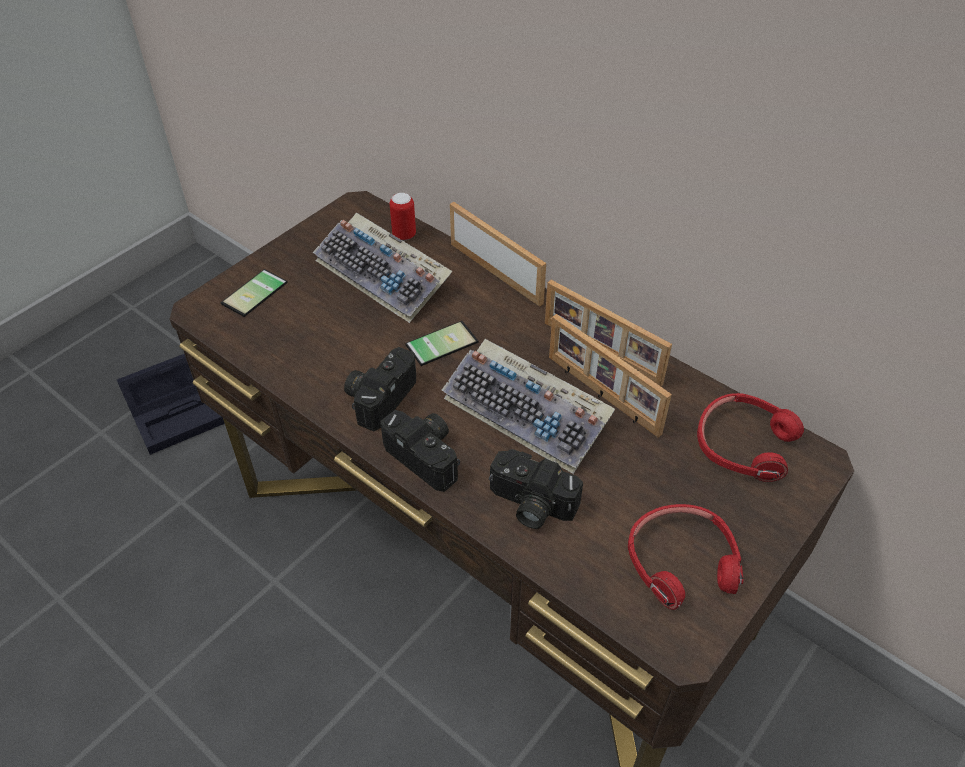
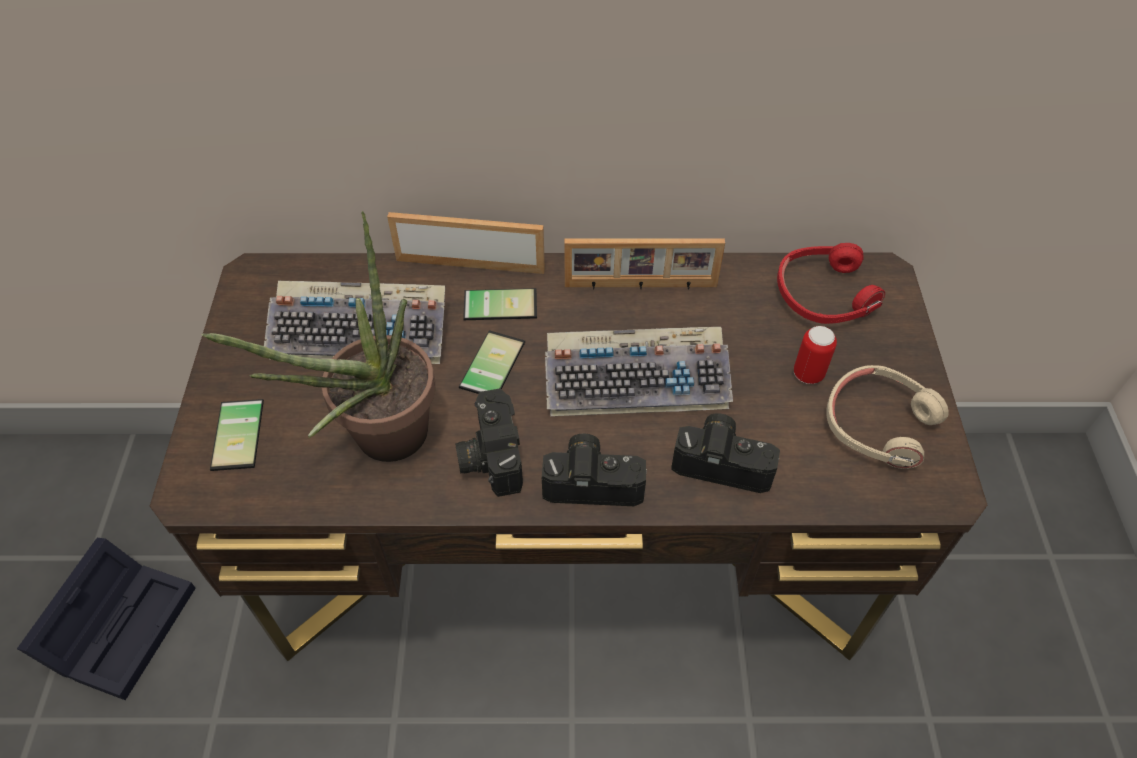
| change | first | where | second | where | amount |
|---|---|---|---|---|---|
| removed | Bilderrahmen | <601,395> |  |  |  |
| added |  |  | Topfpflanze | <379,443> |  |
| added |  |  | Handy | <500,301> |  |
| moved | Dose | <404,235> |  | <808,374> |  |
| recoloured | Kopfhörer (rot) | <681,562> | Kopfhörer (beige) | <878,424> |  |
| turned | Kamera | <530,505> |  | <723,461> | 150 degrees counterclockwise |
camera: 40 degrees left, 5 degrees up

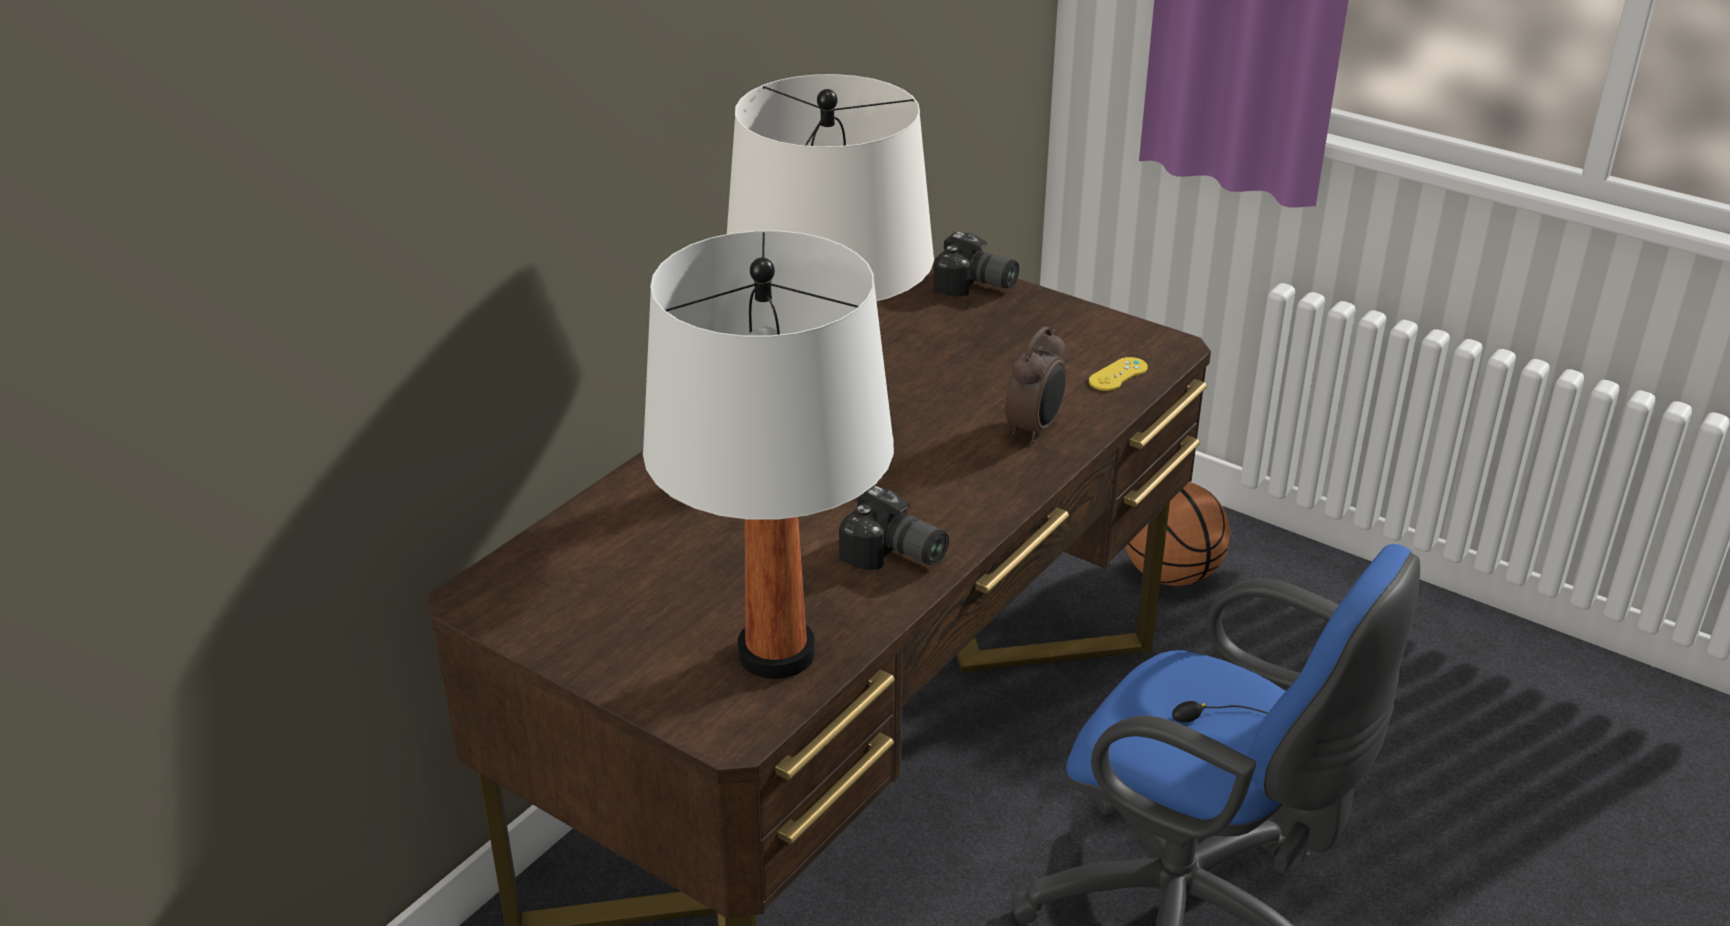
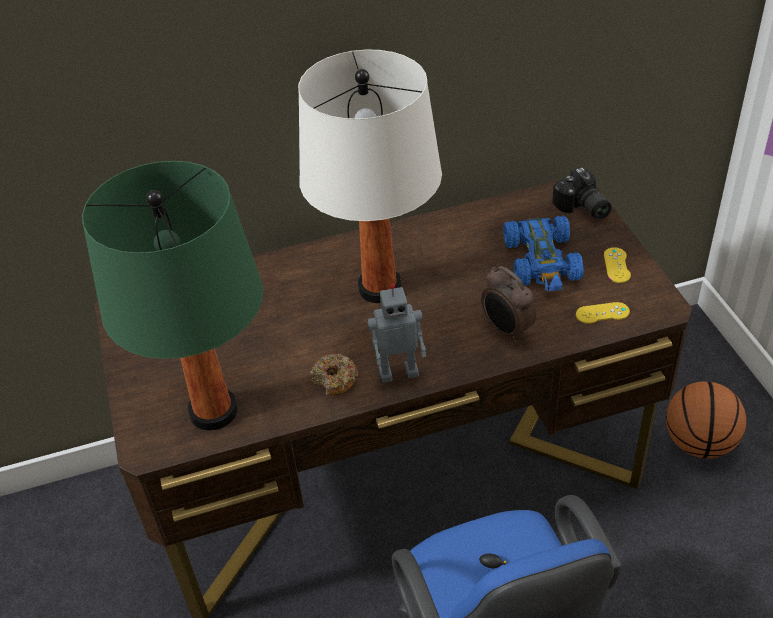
| change | first | where | second | where | amount |
|---|---|---|---|---|---|
| added |  |  | Spielzeugroboter | <398,371> |  |
| added |  |  | Spielzeugauto (blau) | <542,261> |  |
| added |  |  | Gamepad (gelb) | <617,265> |  |
| replaced | Kamera | <894,556> | Donut | <334,380> |  |
| recoloured | Tischlampe (weiß) | <776,653> | Tischlampe (grün) | <214,411> |  |
| turned | Wecker | <1035,429> |  | <506,330> | 75 degrees clockwise |
camera: 40 degrees right, 10 degrees up

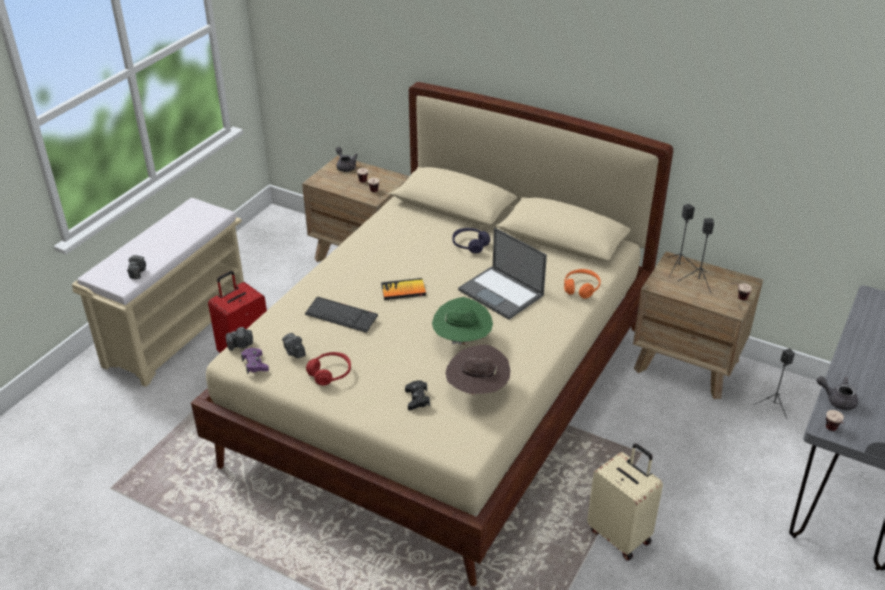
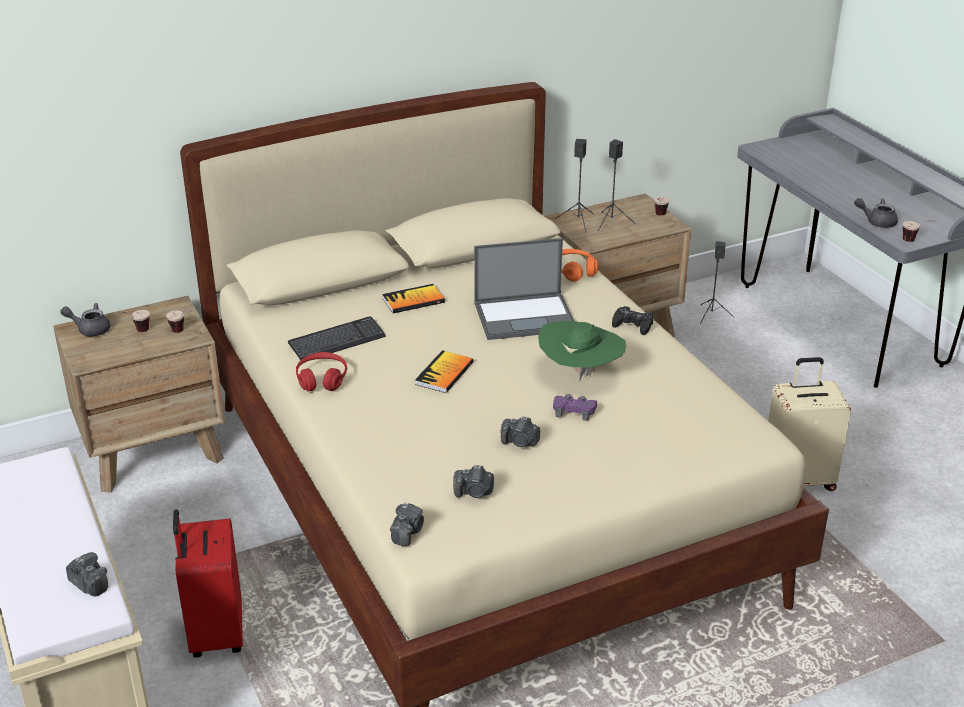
| change | first | where | second | where | amount |
|---|---|---|---|---|---|
| removed | Hut (braun) | <477,391> |  |  |  |
| added |  |  | Kamera | <520,442> |  |
| moved | Gamepad (lila) | <255,364> |  | <574,411> |  |
| moved | Tastatur | <341,316> |  | <337,341> |  |
| moved | Kopfhörer (rot) | <330,373> |  | <322,379> |  |
| moved | Gamepad (schwarz) | <417,399> |  | <633,325> |  |
| replaced | Kopfhörer (lila) | <470,245> | Buch | <413,300> |  |
| turned | Teekanne (grau) | <837,400> |  | <876,222> | 45 degrees clockwise |
camera: 55 degrees left, 5 degrees down

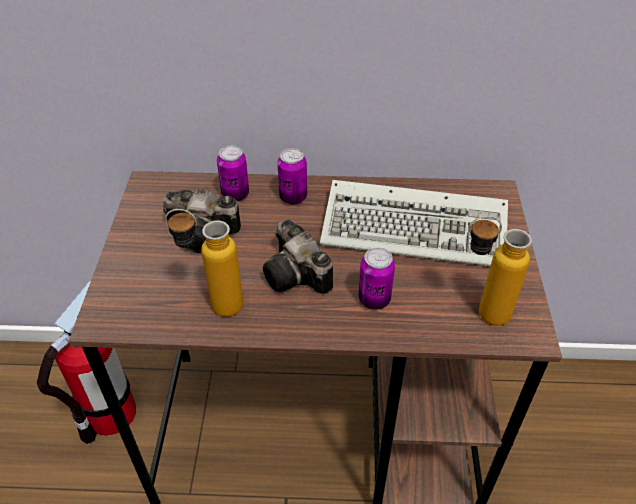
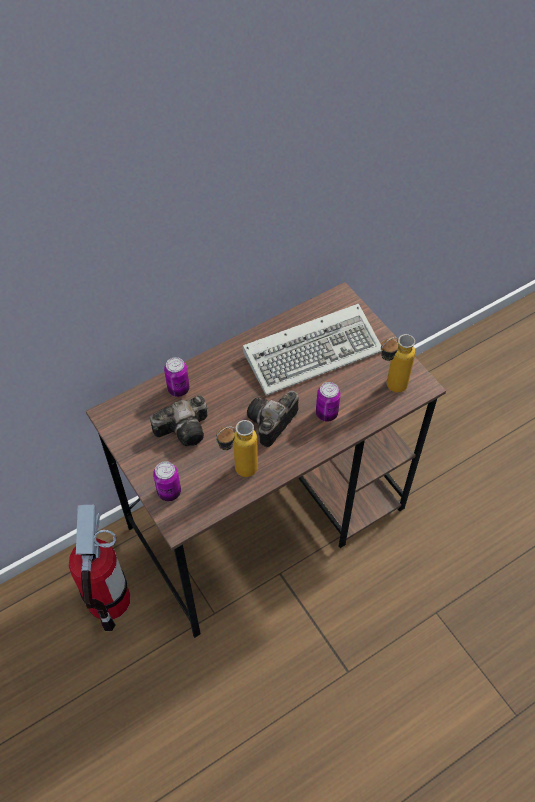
| change | first | where | second | where | amount |
|---|---|---|---|---|---|
| moved | Dose | <293,197> |  | <169,492> |  |
| turned | Kamera | <298,276> |  | <270,424> | 105 degrees clockwise |
camera: 35 degrees left, 10 degrees up

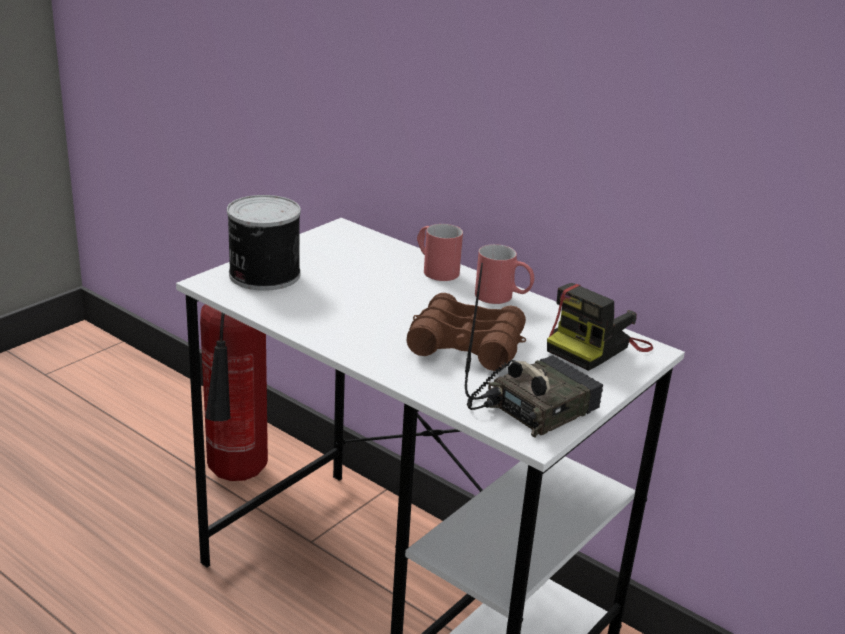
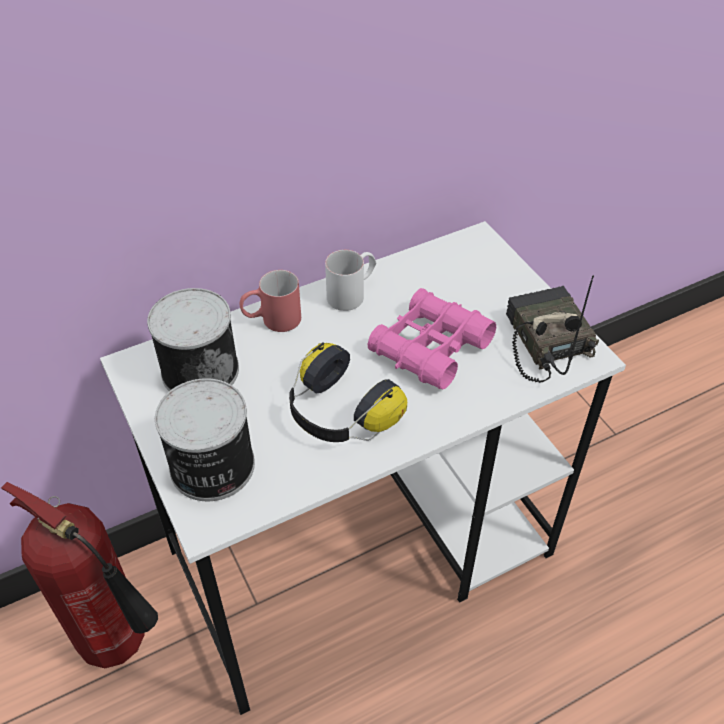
| change | first | where | second | where | amount |
|---|---|---|---|---|---|
| removed | Kamera | <596,347> |  |  |  |
| added |  |  | Dose | <199,369> |  |
| added |  |  | Kopfhörer | <339,413> |  |
| recoloured | Fernglas (braun) | <466,345> | Fernglas (rosa) | <430,348> |  |
| recoloured | Henkelbecher (rot) | <503,298> | Henkelbecher (weiß) | <352,293> |  |
camera: 65 degrees left, 20 degrees up

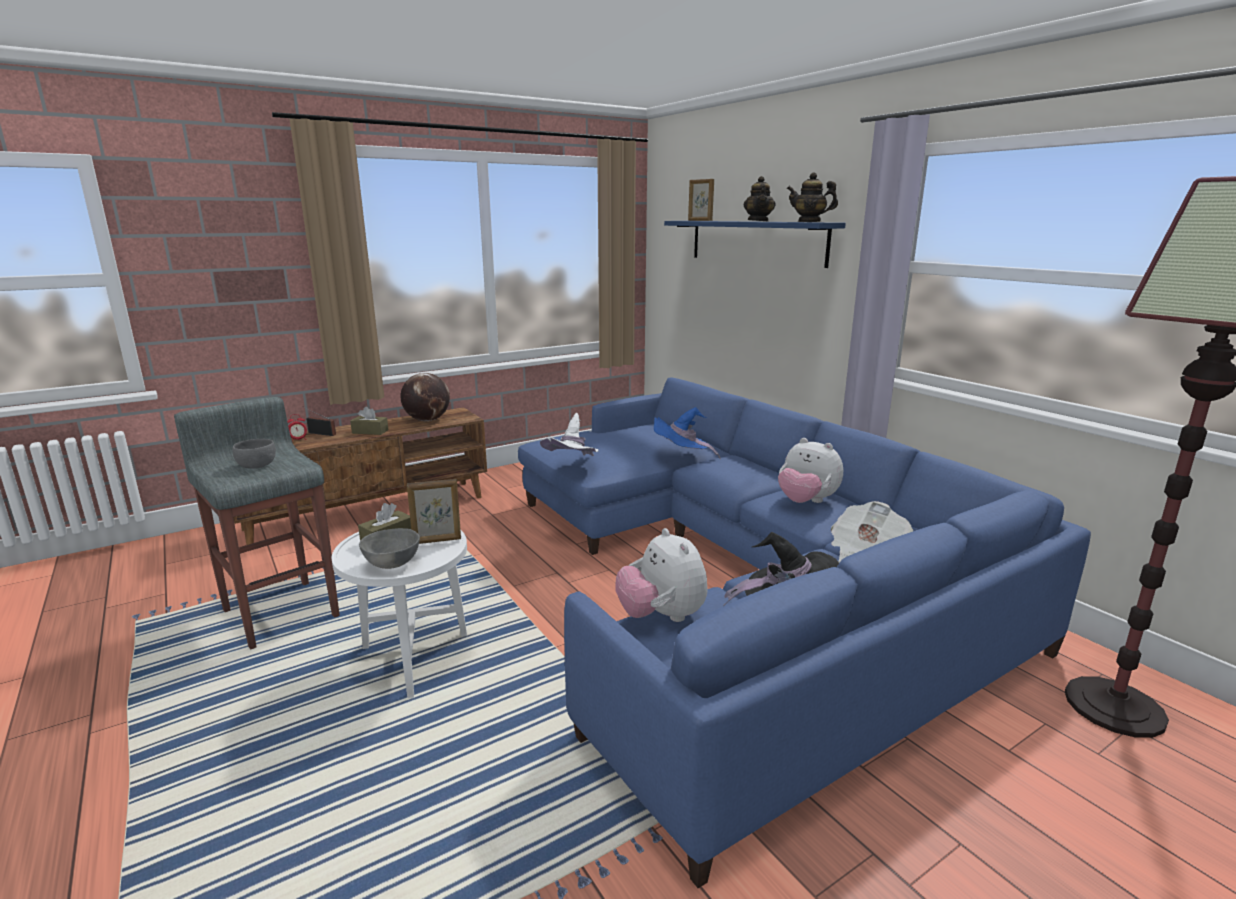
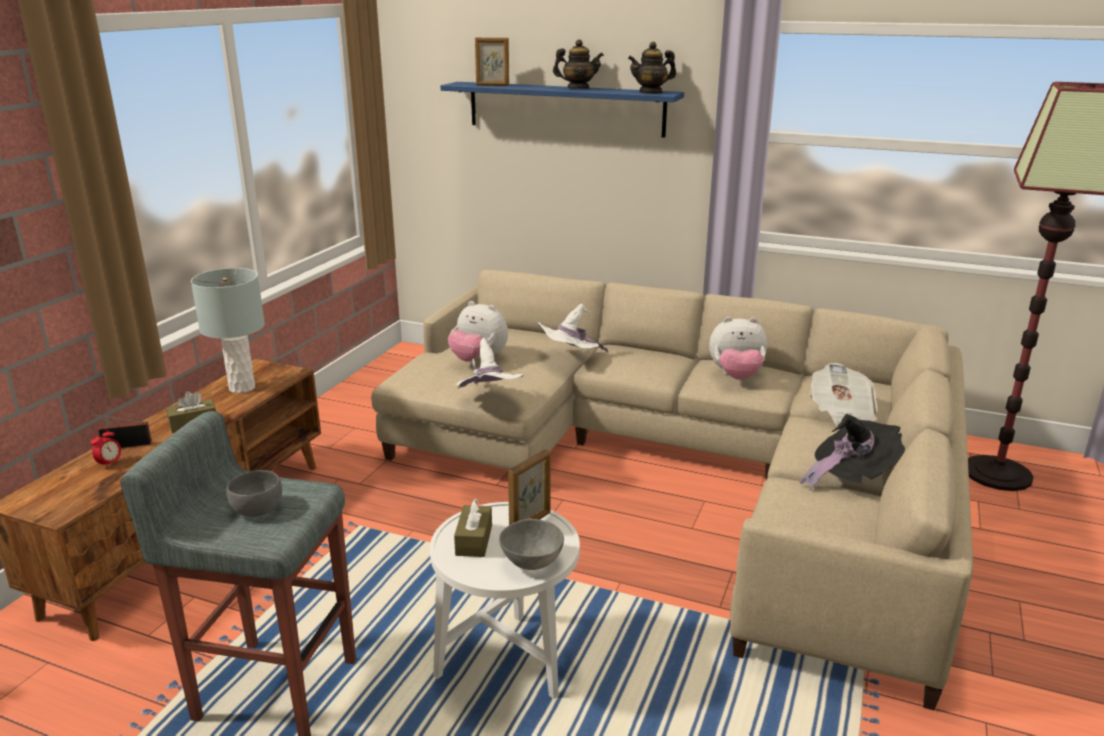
| change | first | where | second | where | amount |
|---|---|---|---|---|---|
| moved | Plüschtier | <661,616> |  | <478,360> |  |
| replaced | Globus | <427,420> | Tischlampe (grau) | <241,388> |  |
| recoloured | Sofa (blau) | <741,581> | Sofa (beige) | <685,469> |  |
| recoloured | Hut (blau) | <681,456> | Hut (weiß) | <570,359> |  |
| turned | Teekanne | <758,221> |  | <578,88> | 60 degrees counterclockwise |
camera: 35 degrees left, 5 degrees up

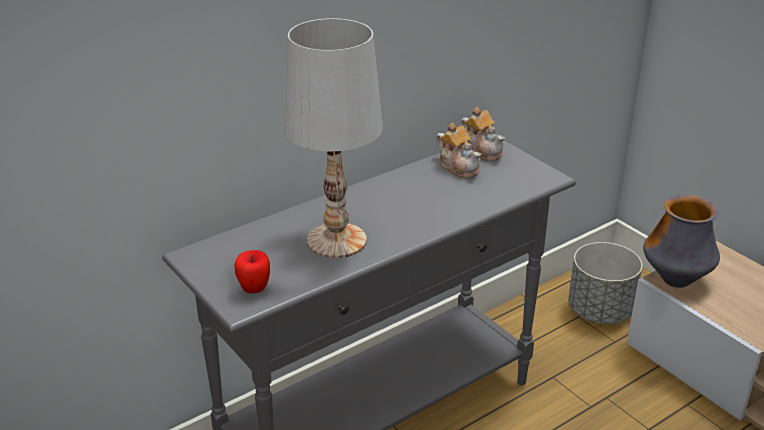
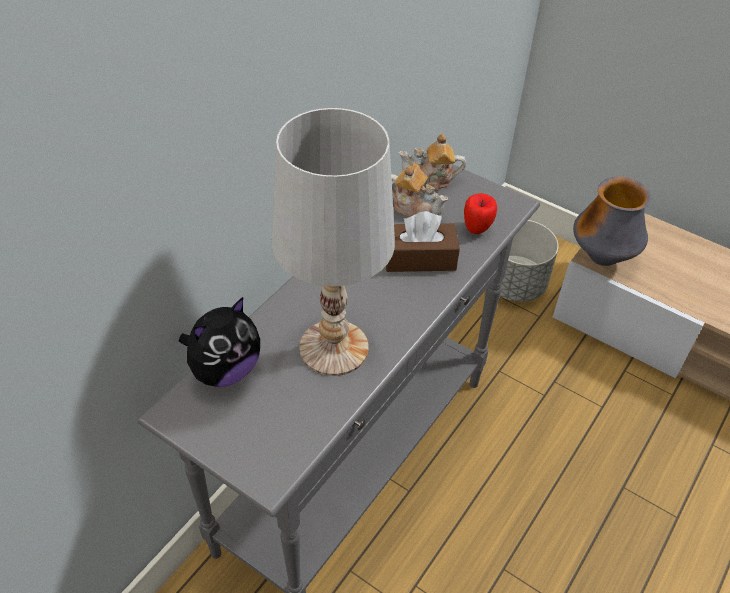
| change | first | where | second | where | amount |
|---|---|---|---|---|---|
| added |  |  | Plüschtier | <224,370> |  |
| added |  |  | Taschentuchbox (braun) | <419,258> |  |
| moved | Apfel | <254,290> |  | <476,230> |  |
| turned | Teekanne | <482,150> |  | <429,180> | 150 degrees clockwise |
camera: 20 degrees left, 15 degrees up

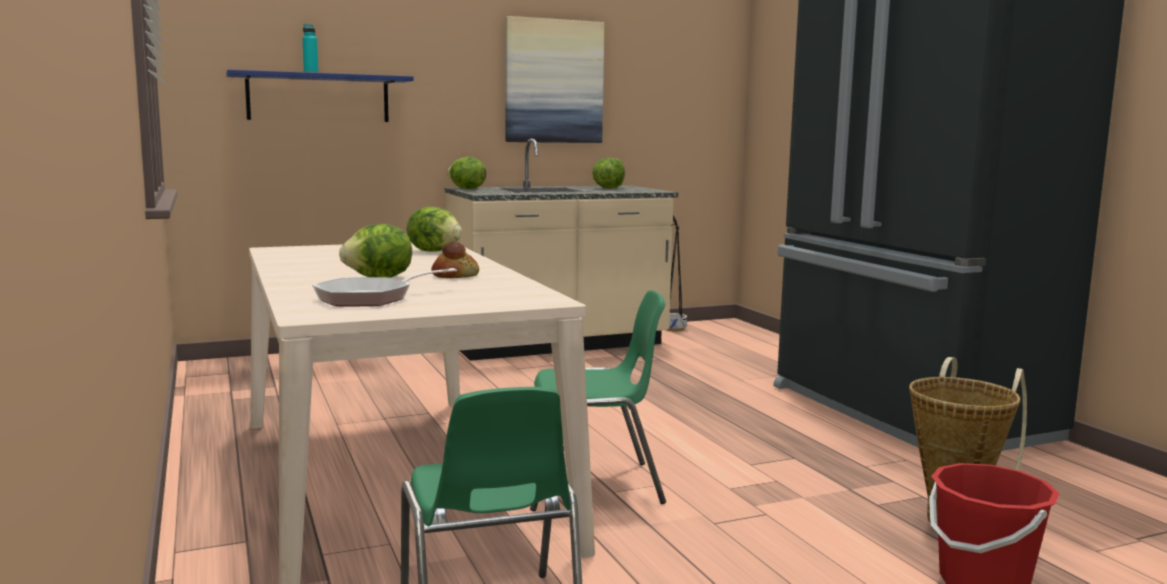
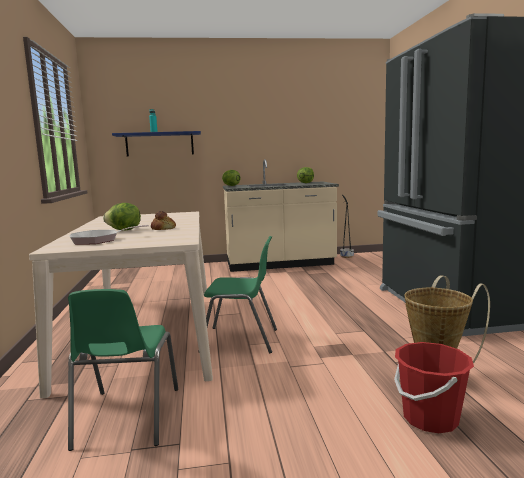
| change | first | where | second | where | amount |
|---|---|---|---|---|---|
| removed | Salatkopf | <435,251> |  |  |  |
| removed | Bild | <553,81> |  |  |  |
camera: 15 degrees right, 0 degrees up

